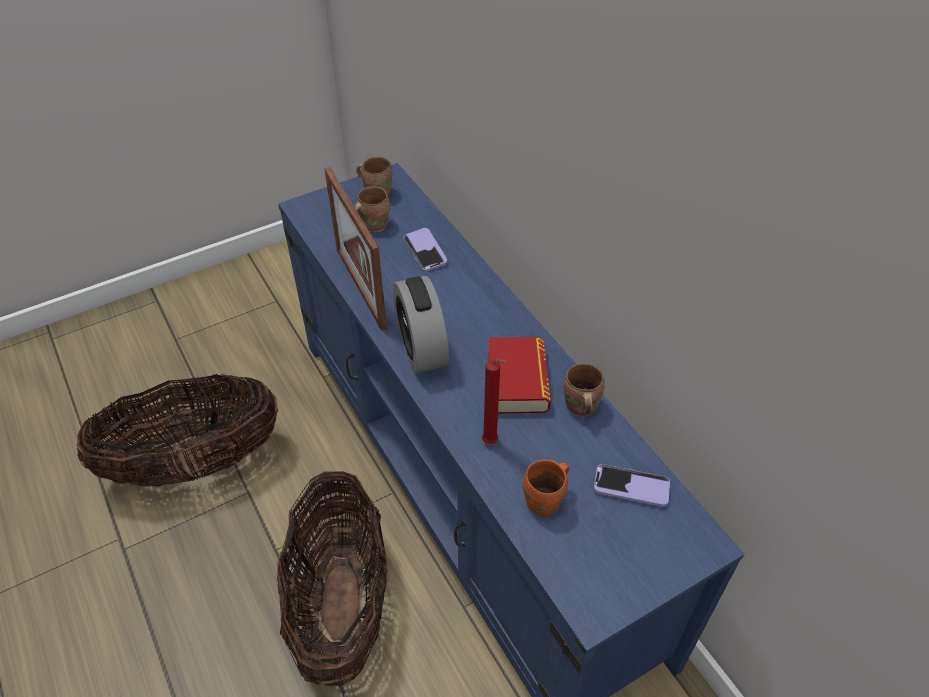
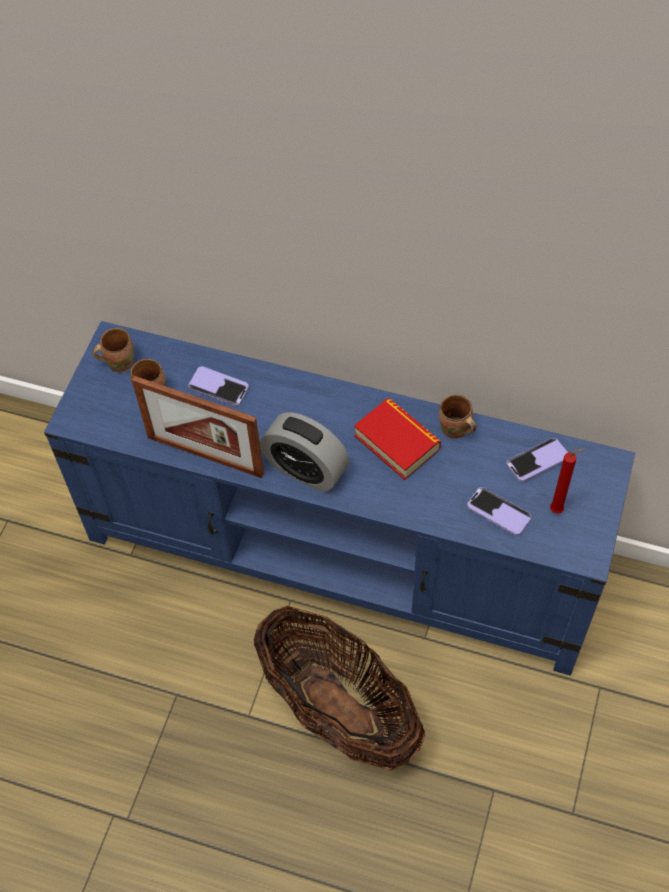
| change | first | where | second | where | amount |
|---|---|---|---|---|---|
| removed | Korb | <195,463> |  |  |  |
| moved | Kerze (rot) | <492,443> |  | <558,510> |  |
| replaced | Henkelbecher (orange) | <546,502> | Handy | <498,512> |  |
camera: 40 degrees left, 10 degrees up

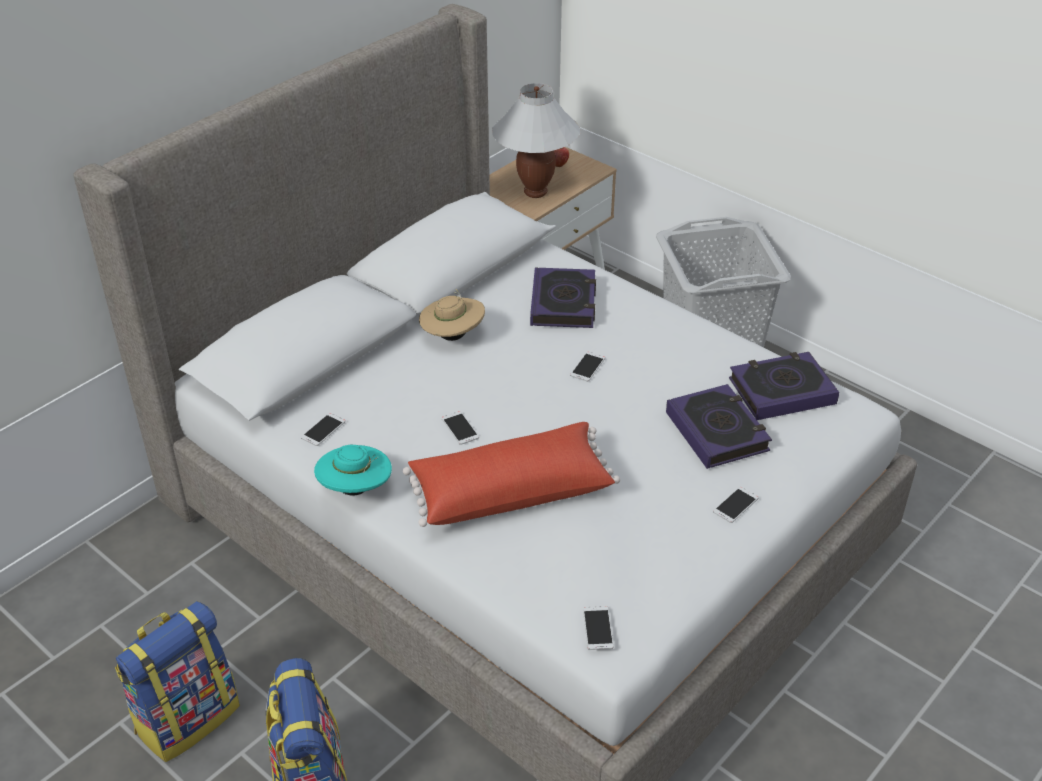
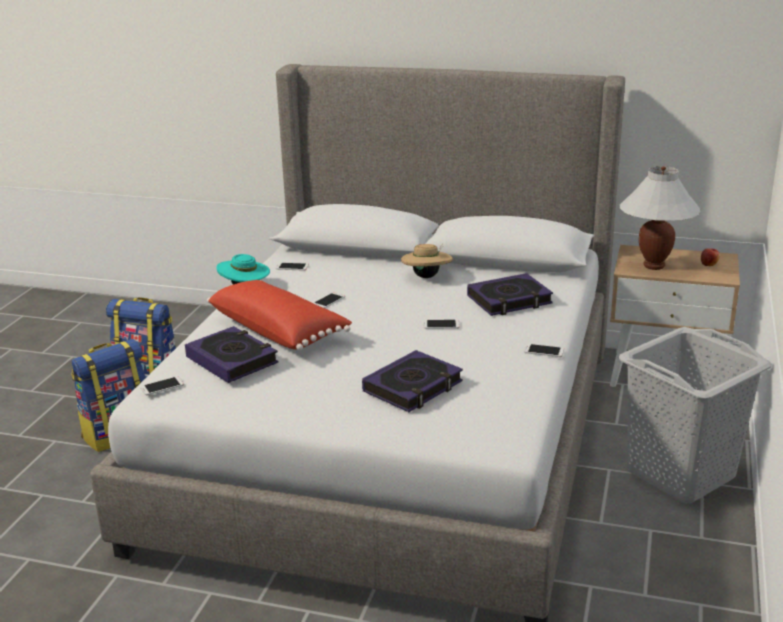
| change | first | where | second | where | amount |
|---|---|---|---|---|---|
| moved | Handy | <735,505> |  | <544,351> |  |
| moved | Buch | <781,391> |  | <232,360> |  |
camera: 65 degrees right, 15 degrees down

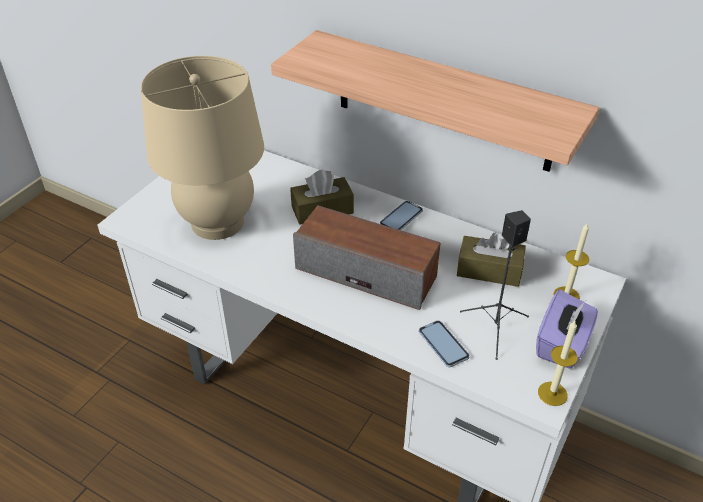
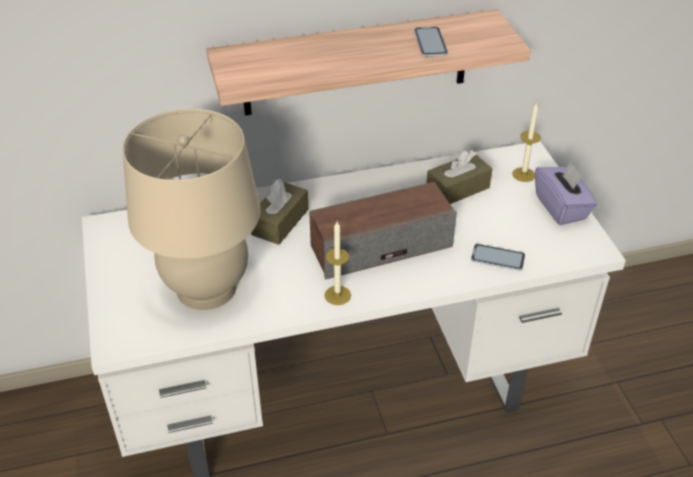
| change | first | where | second | where | amount |
|---|---|---|---|---|---|
| removed | Lautsprecher (schwarz) | <495,329> |  |  |  |
| moved | Handy | <401,218> |  | <430,43> |  |
| moved | Kerze | <552,393> |  | <337,295> |  |
camera: 45 degrees left, 0 degrees up

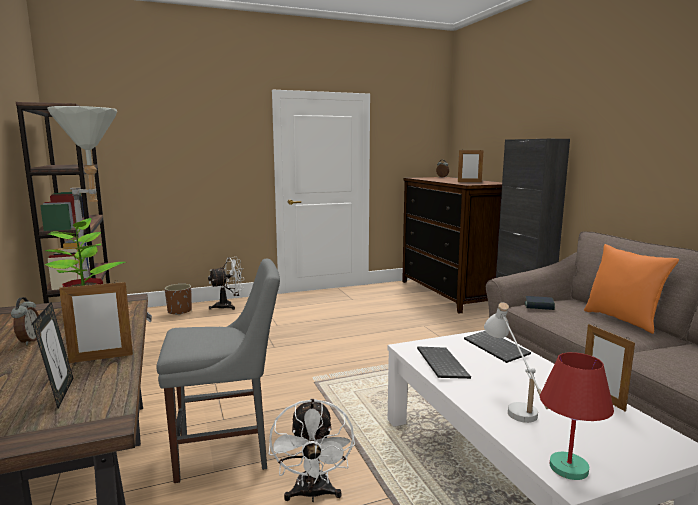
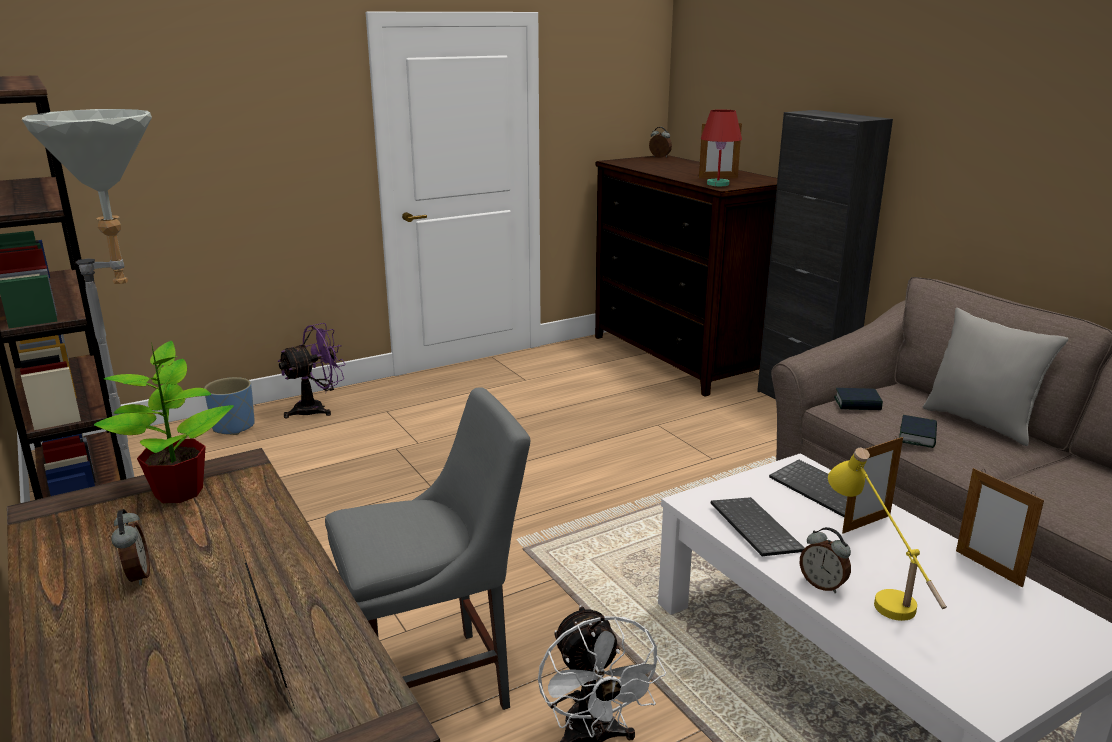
| change | first | where | second | where | amount |
|---|---|---|---|---|---|
| added |  |  | Wecker | <822,585> |  |
| added |  |  | Buch | <917,436> |  |
| moved | Bilderrahmen | <101,358> |  | <866,524> |  |
| moved | Tischlampe (rot) | <568,467> |  | <717,184> |  |
| recoloured | Pflanzkübel (braun) | <179,311> | Pflanzkübel (blau) | <234,427> |  |
| recoloured | Ventilator (weiß) | <228,306> | Ventilator (lila) | <316,409> |  |
| recoloured | Tischlampe (weiß) | <513,403> | Tischlampe (gelb) | <876,590> |  |
| recoloured | Kissen (orange) | <623,320> | Kissen (grau) | <980,422> |  |
camera: 10 degrees left, 10 degrees up

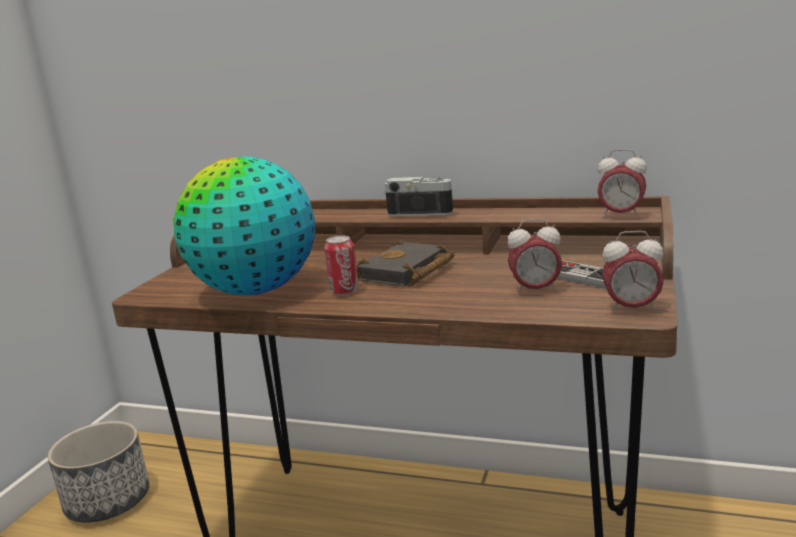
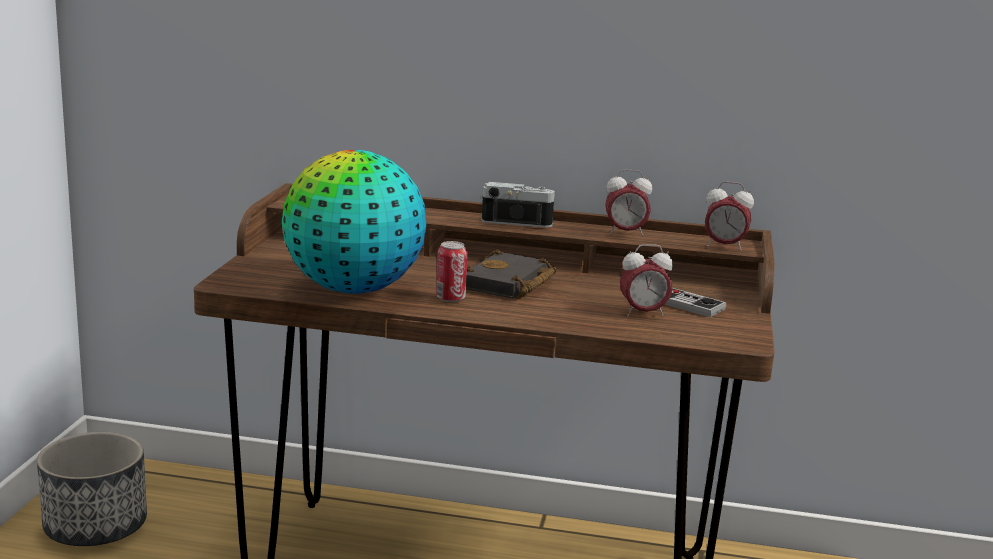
| change | first | where | second | where | amount |
|---|---|---|---|---|---|
| moved | Wecker | <631,309> |  | <625,233> |  |
camera: 10 degrees left, 0 degrees up

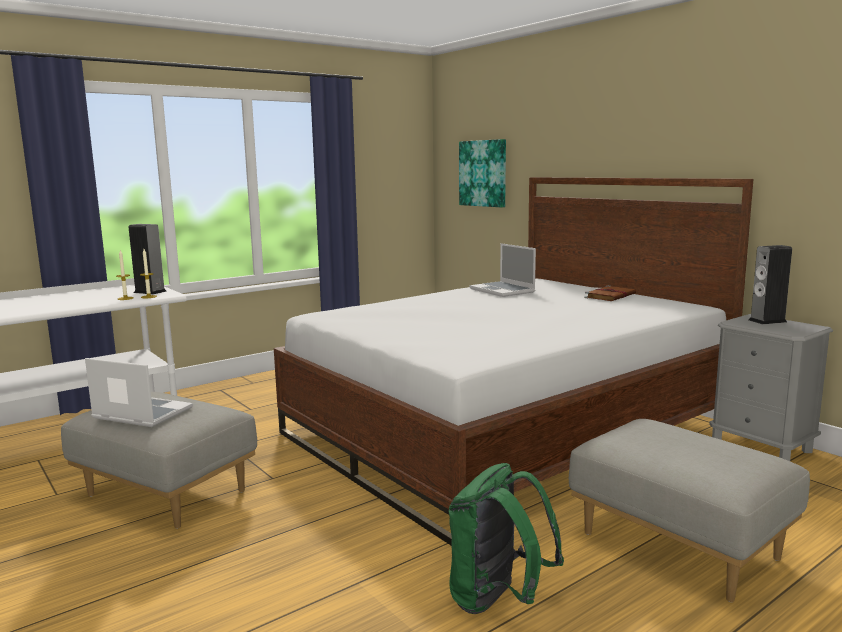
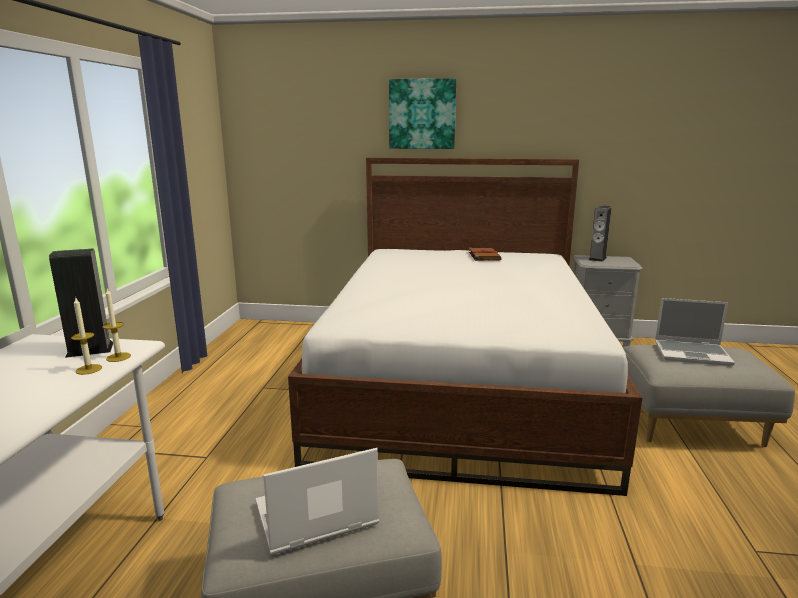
| change | first | where | second | where | amount |
|---|---|---|---|---|---|
| removed | Rucksack (grün) | <498,600> |  |  |  |
| moved | Bild | <483,173> |  | <422,114> |  |
| moved | Laptop | <503,290> |  | <692,353> |  |
camera: 45 degrees left, 5 degrees up

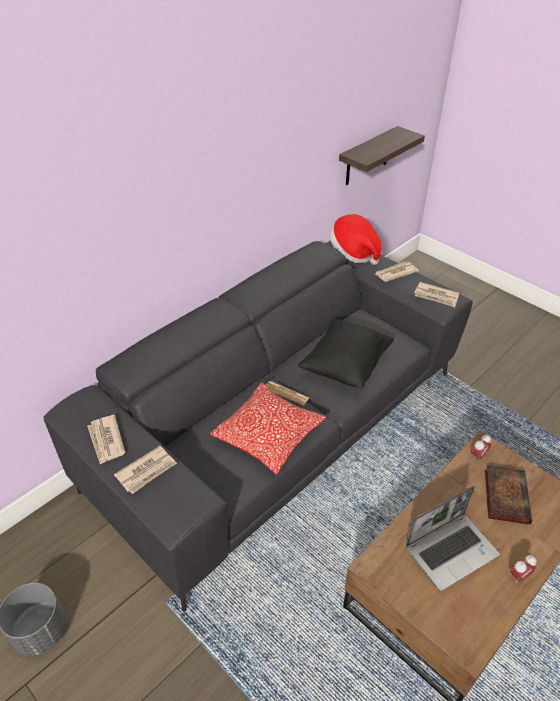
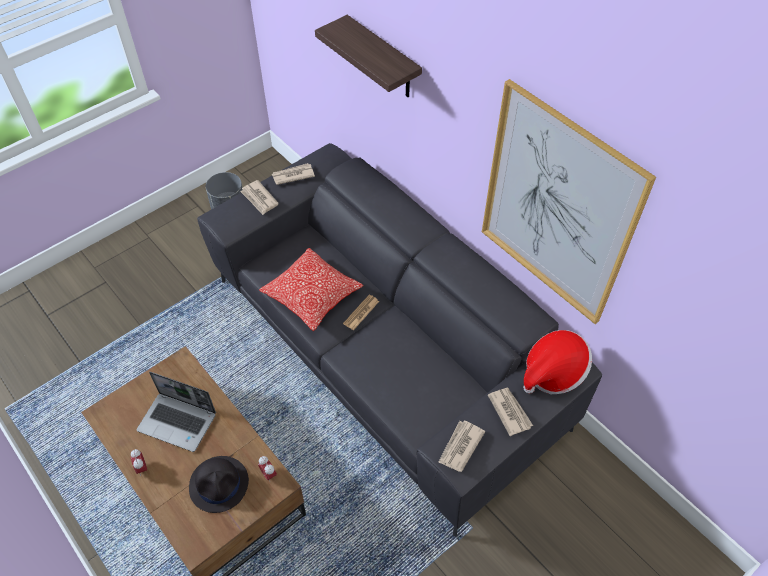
| change | first | where | second | where | amount |
|---|---|---|---|---|---|
| removed | Kissen (schwarz) | <345,366> |  |  |  |
| added |  |  | Bild | <557,207> |  |
| moved | Wandregal | <367,157> |  | <383,59> |  |
| replaced | Buch | <505,495> | Hut (schwarz) | <219,484> |  |
| turned | Laptop | <451,550> |  | <178,422> | 45 degrees counterclockwise |
camera: 95 degrees right, 10 degrees up

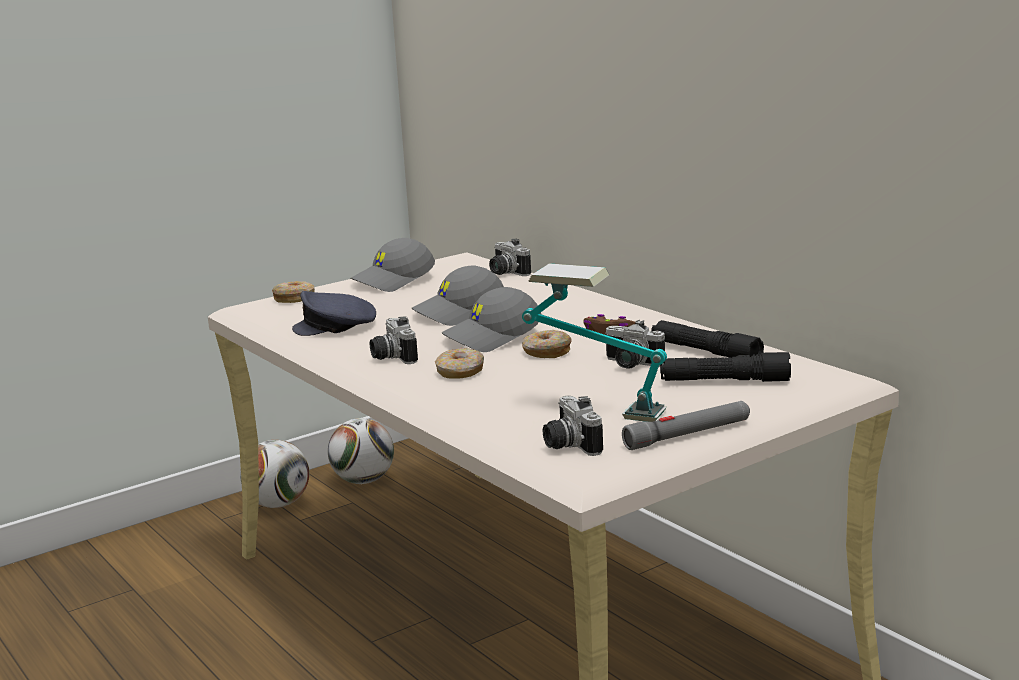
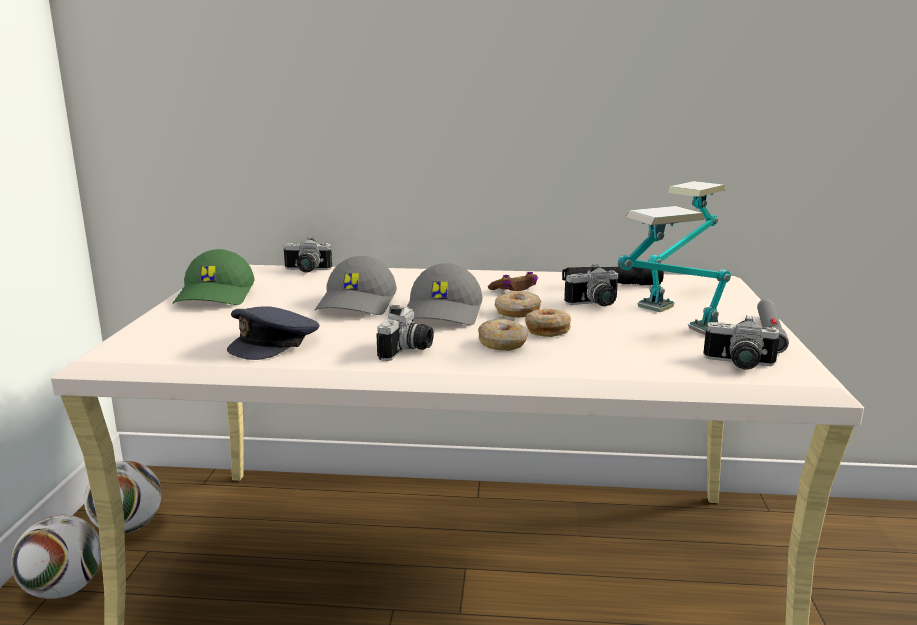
| change | first | where | second | where | amount |
|---|---|---|---|---|---|
| moved | Donut | <294,299> |  | <547,330> |  |
| replaced | Taschenlampe (schwarz) | <724,381> | Tischlampe | <677,298> |  |
| recoloured | Kappe (grau) | <394,281> | Kappe (grün) | <217,296> |  |
| turned | Kamera | <391,357> |  | <408,350> | 90 degrees counterclockwise |
camera: 50 degrees left, 0 degrees up

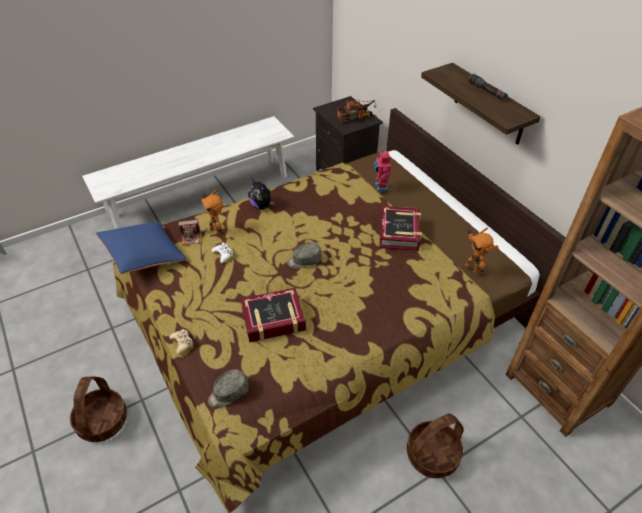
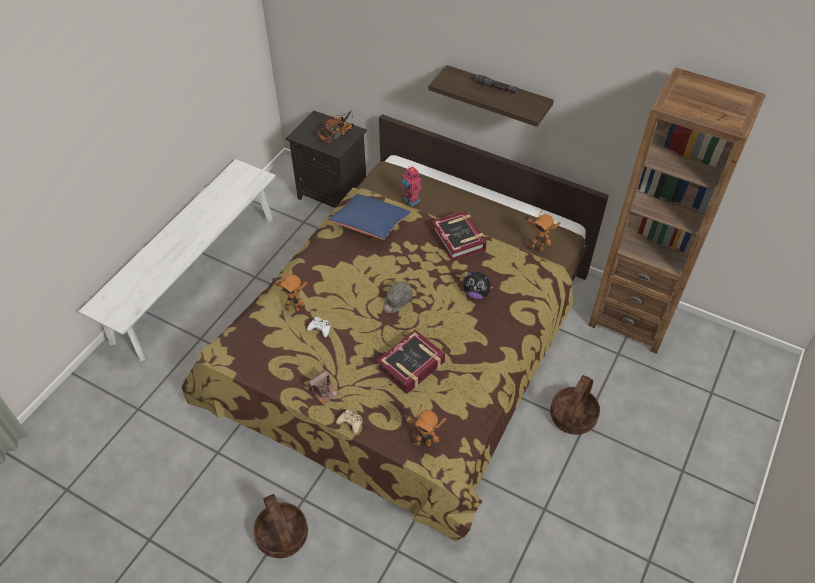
| change | first | where | second | where | amount |
|---|---|---|---|---|---|
| moved | Kissen (blau) | <144,256> |  | <370,225> |  |
| moved | Kamera | <191,237> |  | <324,391> |  |
| moved | Plüschtier | <261,206> |  | <476,294> |  |
| replaced | Kappe (grau) | <228,393> | Spielzeugroboter | <422,442> |  |
camera: 30 degrees left, 5 degrees up

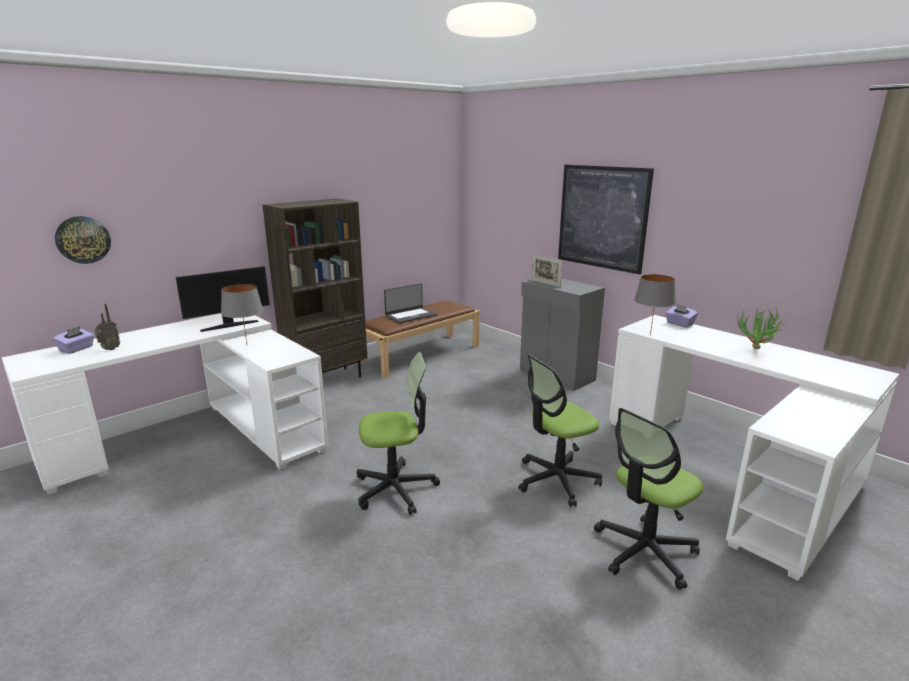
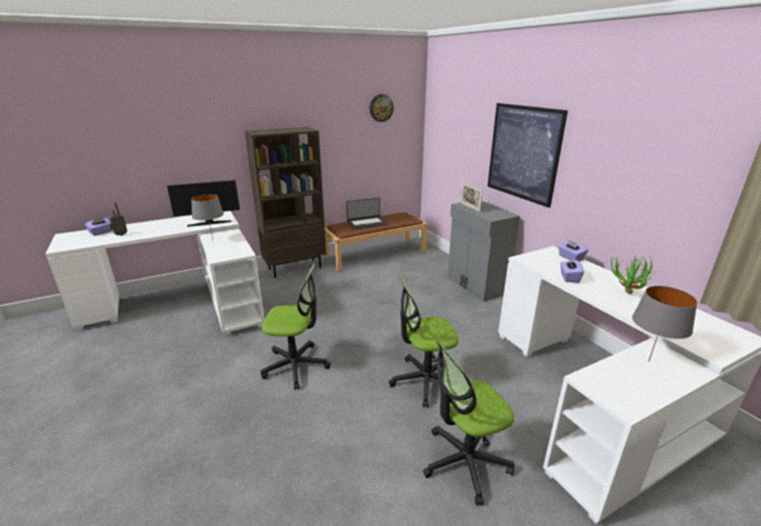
| change | first | where | second | where | amount |
|---|---|---|---|---|---|
| added |  |  | Taschentuchbox (lila) | <569,277> |  |
| moved | Wanduhr | <83,239> |  | <381,108> |  |
| moved | Tischlampe (grau) | <650,335> |  | <649,361> |  |
camera: 15 degrees right, 5 degrees up

